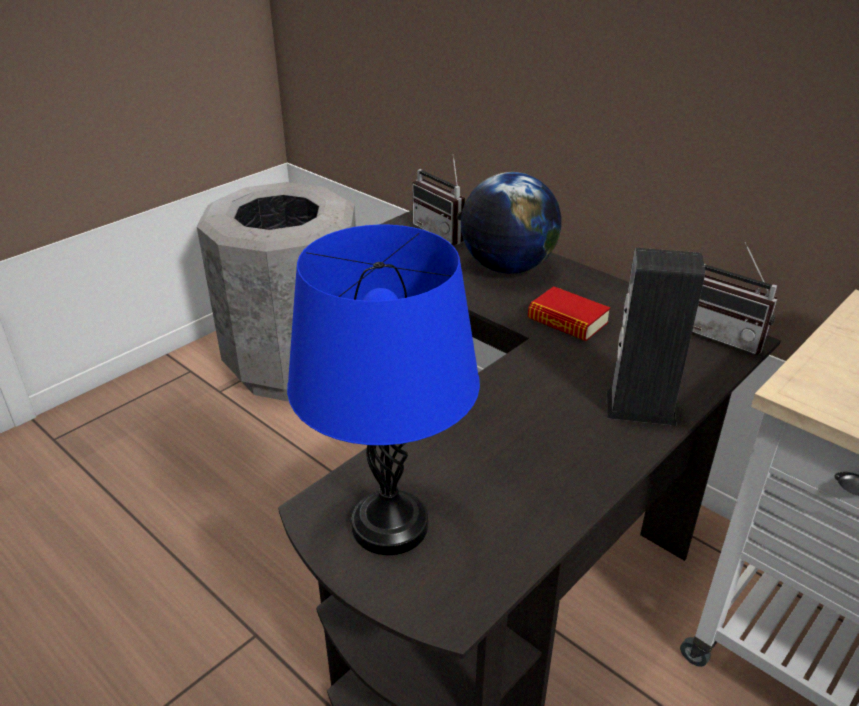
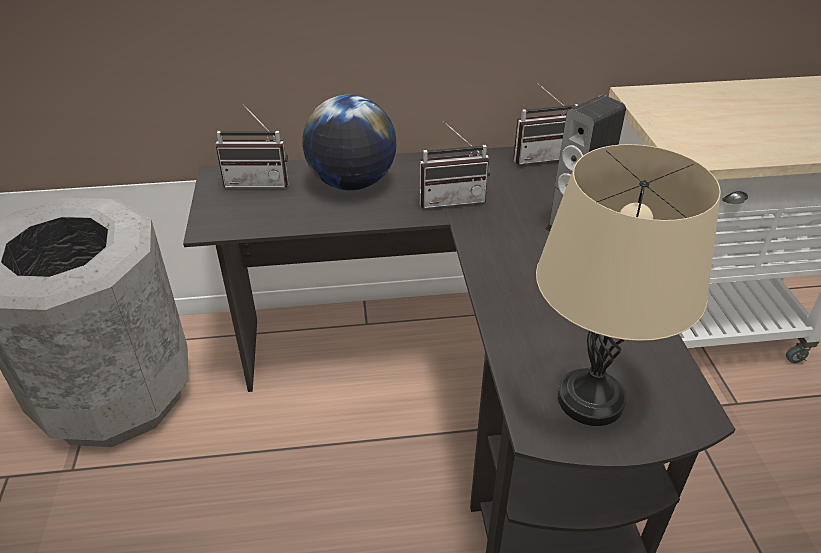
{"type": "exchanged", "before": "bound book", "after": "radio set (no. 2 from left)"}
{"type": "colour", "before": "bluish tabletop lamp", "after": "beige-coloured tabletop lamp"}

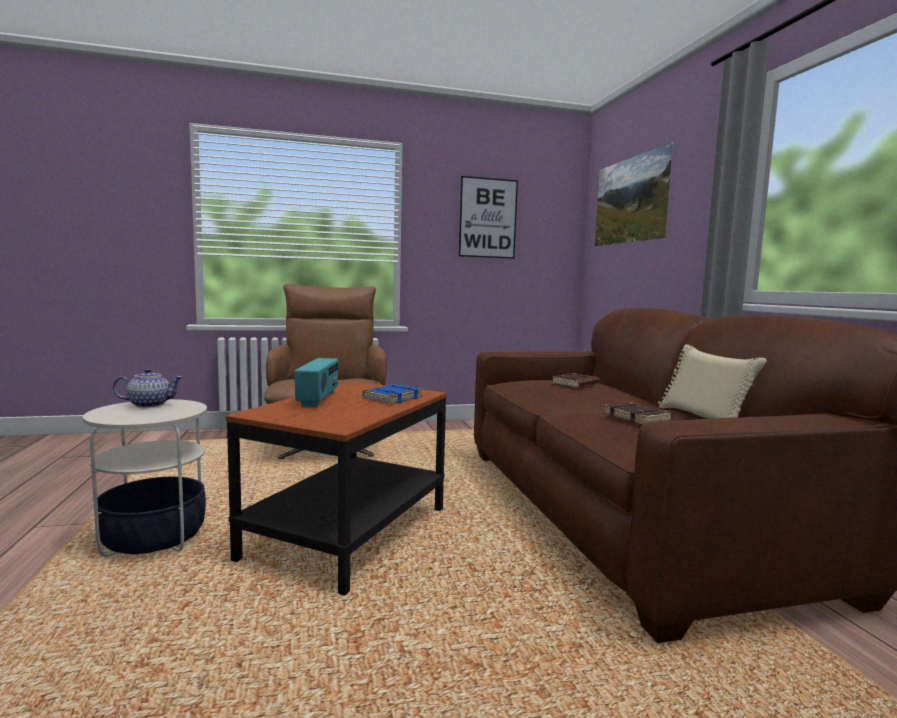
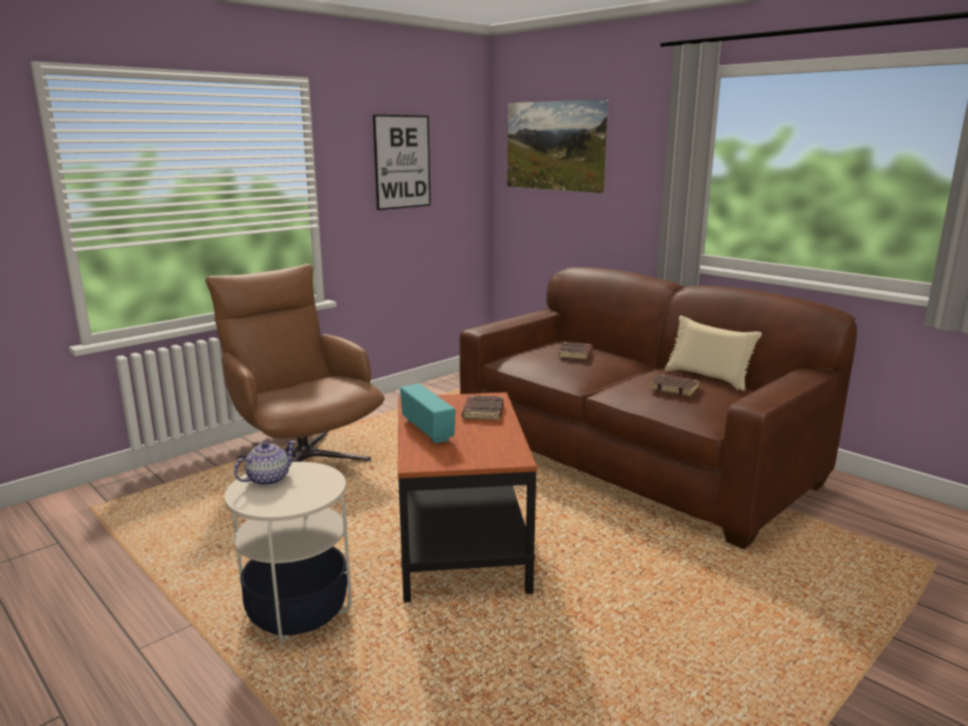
{"type": "colour", "before": "bluish bound book", "after": "brown bound book (no. 1 from left)"}

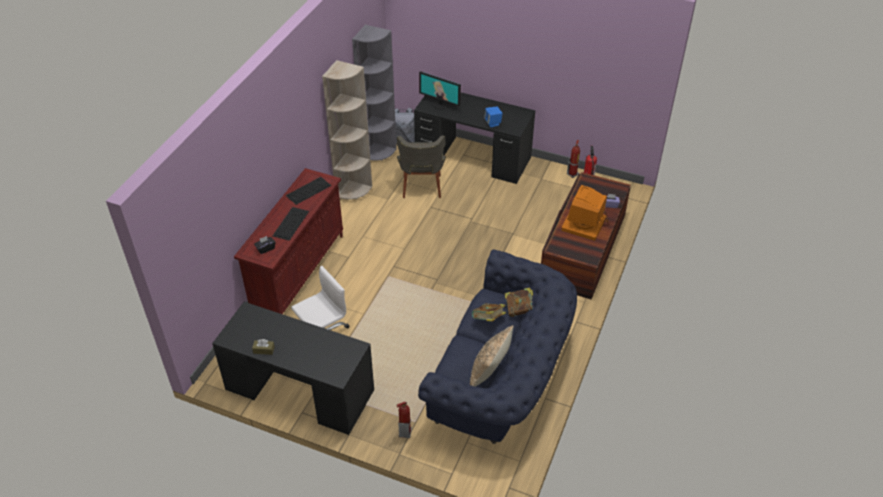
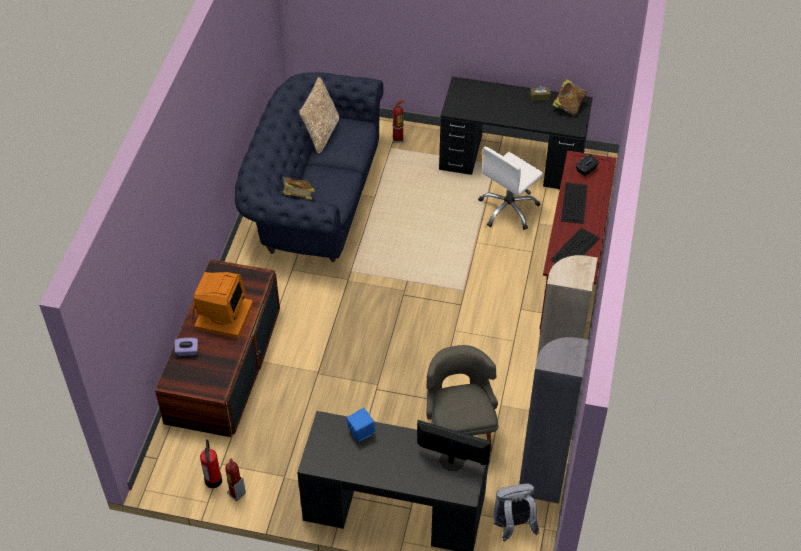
{"type": "relocated", "before": "bound book (no. 1 from left in the first image)", "after": "bound book (no. 2 from left)"}

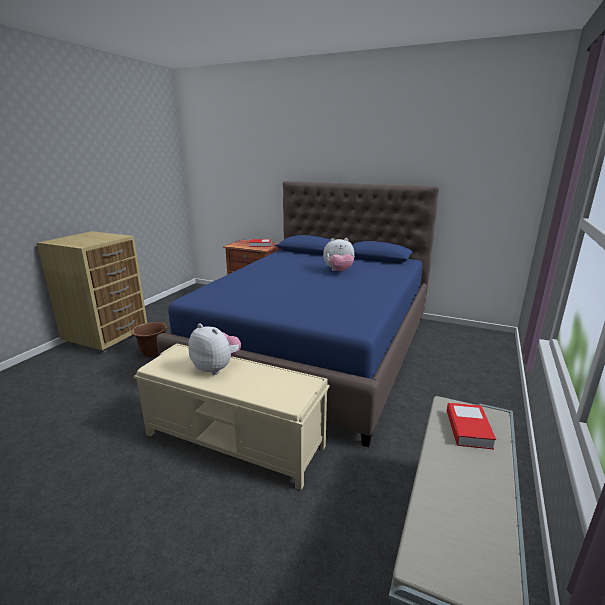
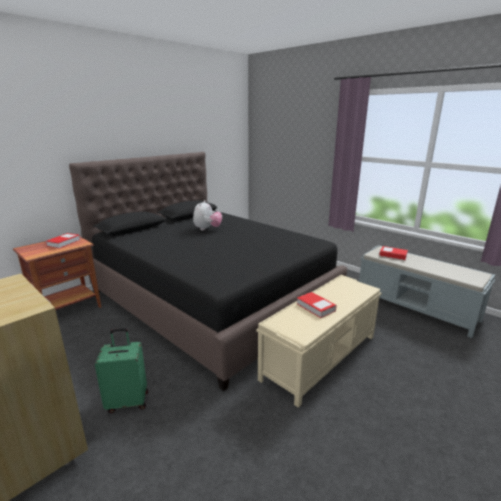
{"type": "exchanged", "before": "brown planter", "after": "greenish travel case"}
{"type": "exchanged", "before": "soft toy (no. 1 from left)", "after": "bound book (no. 2 from left)"}
{"type": "colour", "before": "bluish sleeping bed", "after": "blackish sleeping bed"}

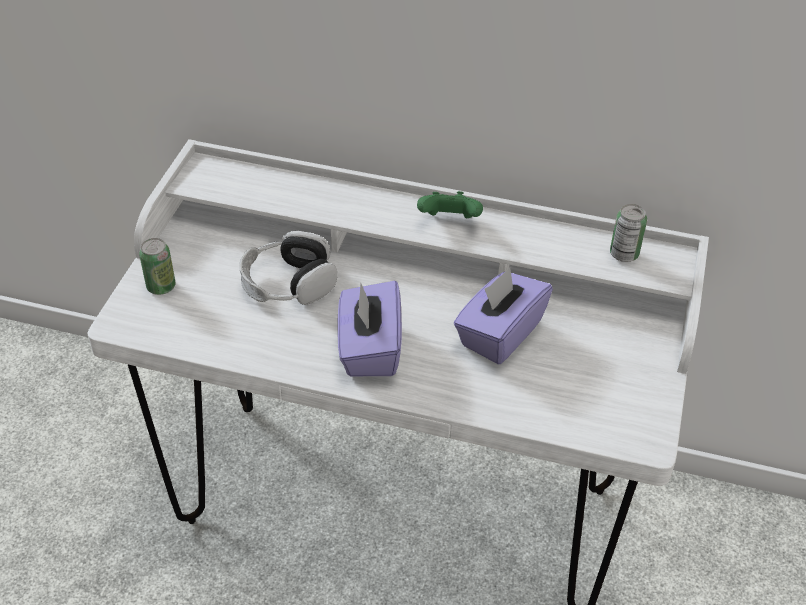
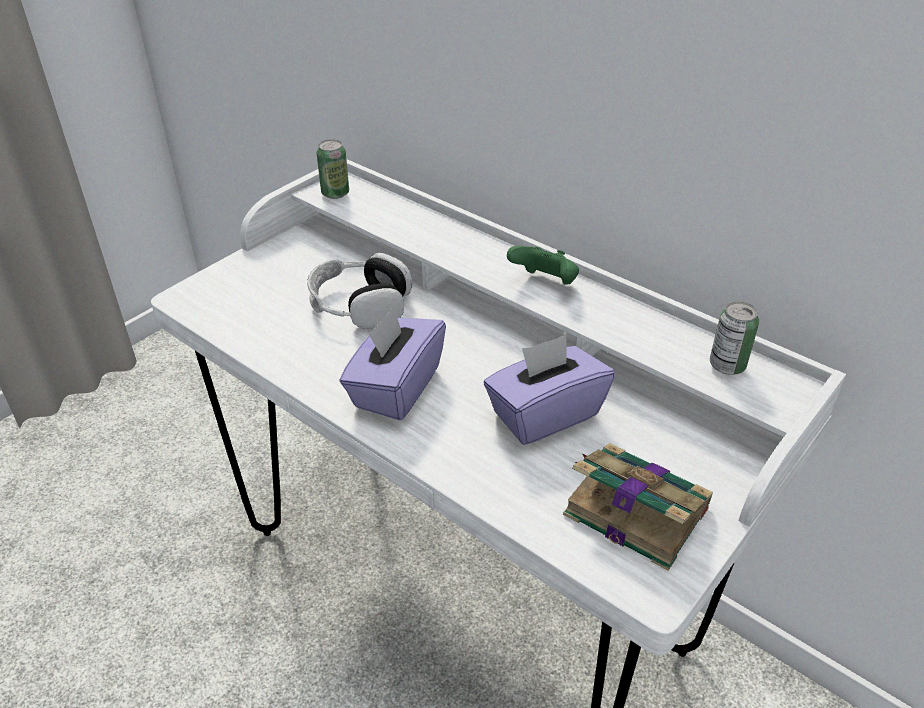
{"type": "appeared", "after": "bound book"}
{"type": "relocated", "before": "metal can (no. 1 from left)"}

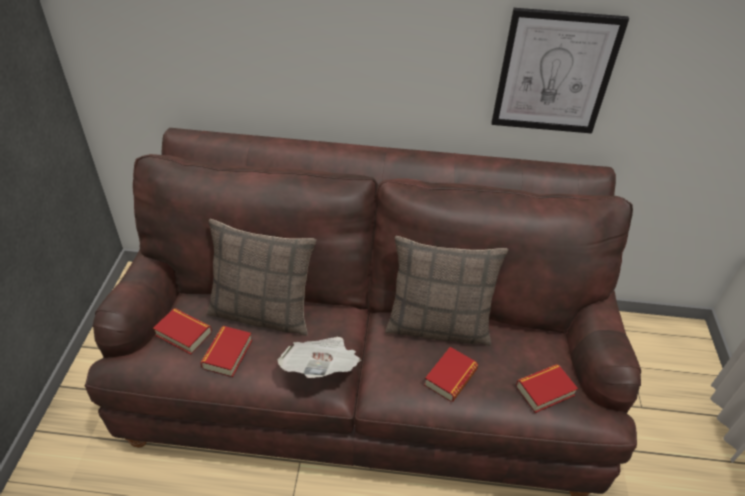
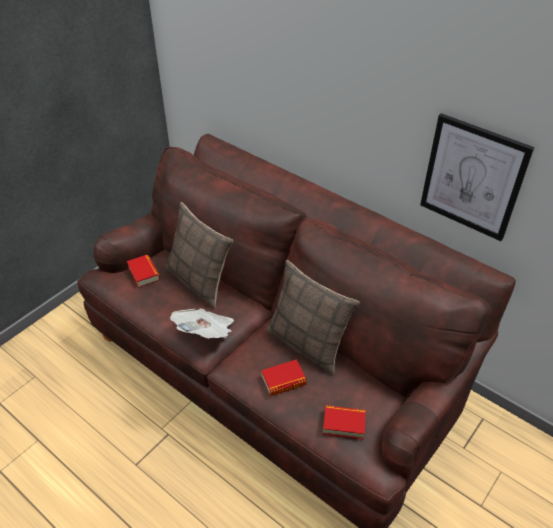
{"type": "missing", "before": "bound book (no. 2 from left)"}

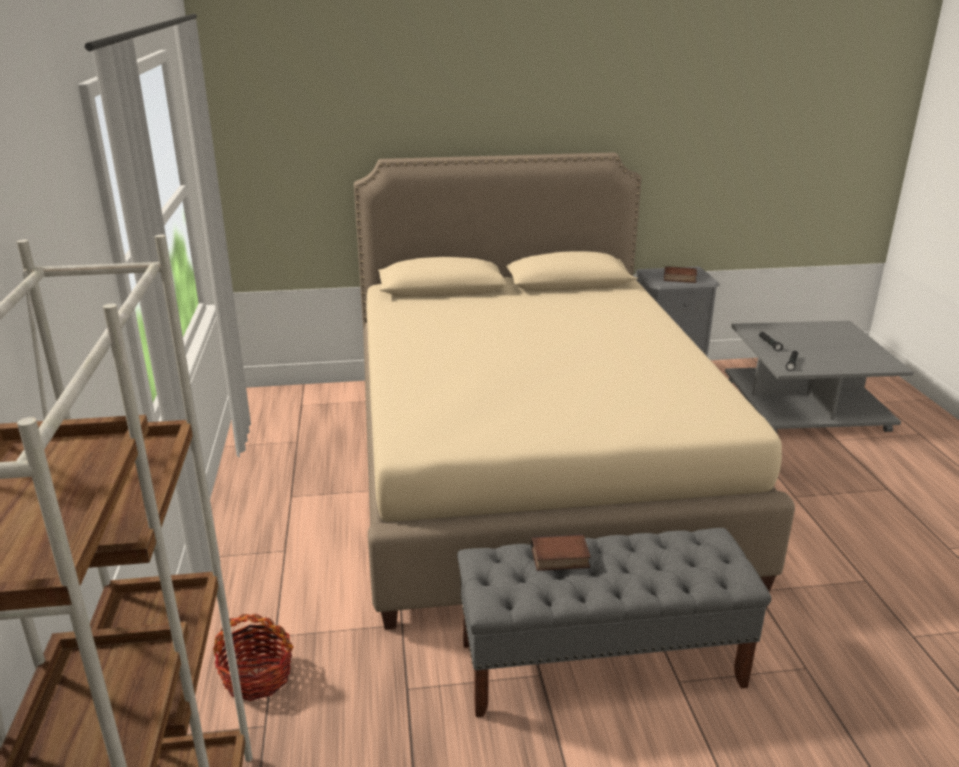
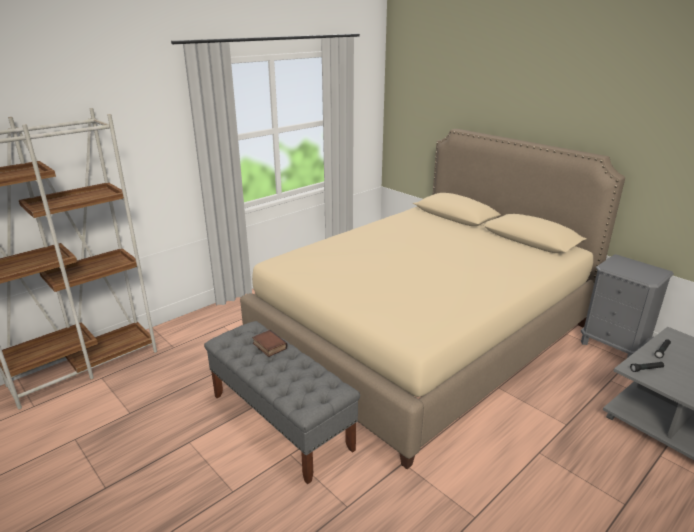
{"type": "missing", "before": "storage basket"}
{"type": "missing", "before": "bound book (no. 2 from left)"}

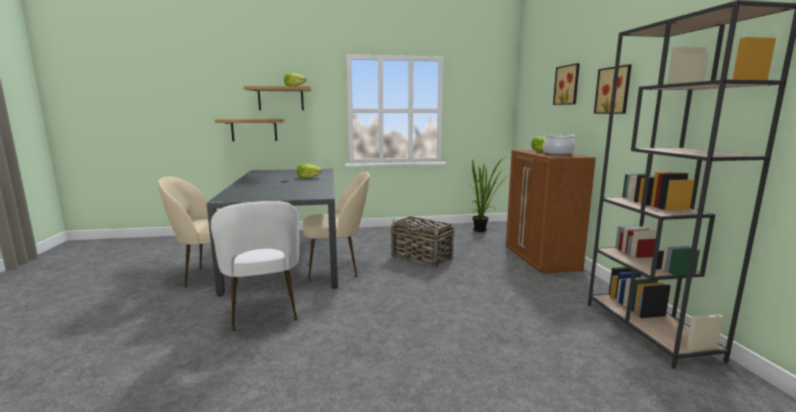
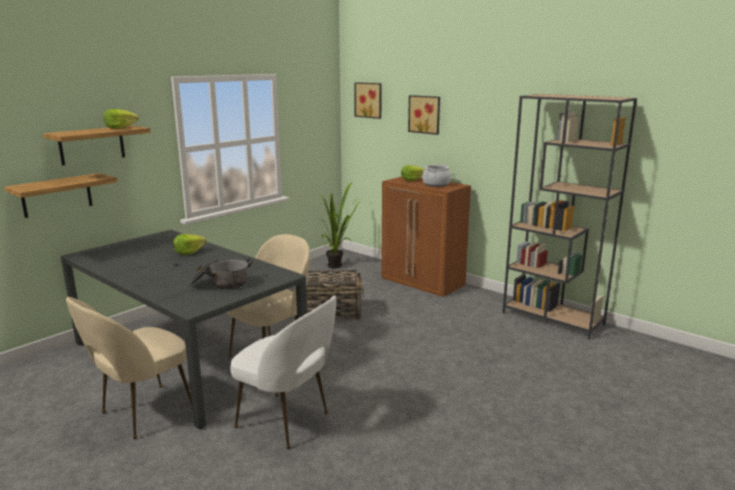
{"type": "appeared", "after": "cooking pot (no. 1 from left)"}
{"type": "relocated", "before": "wall picture (no. 2 from left in the first image)", "after": "wall picture (no. 1 from left)"}

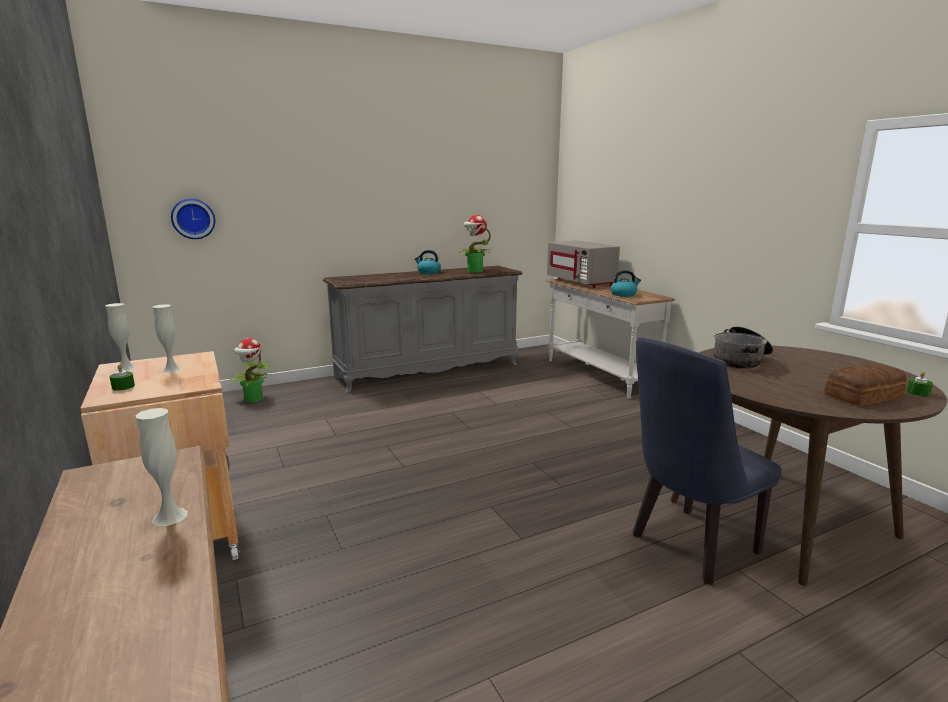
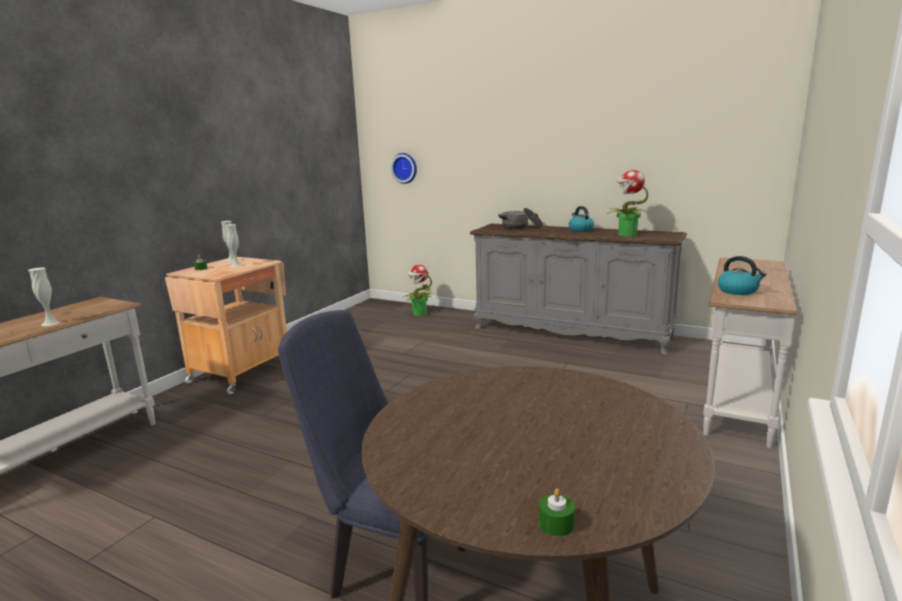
{"type": "missing", "before": "greyish kitchen microwave"}
{"type": "missing", "before": "bakery bread"}
{"type": "relocated", "before": "cooking pot"}

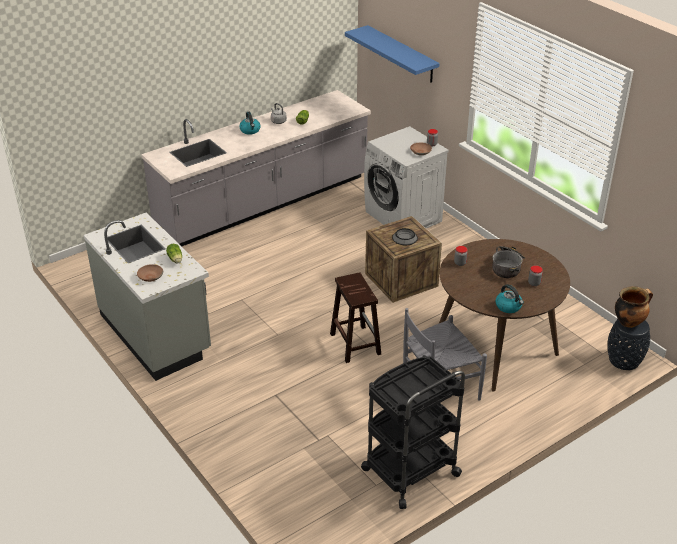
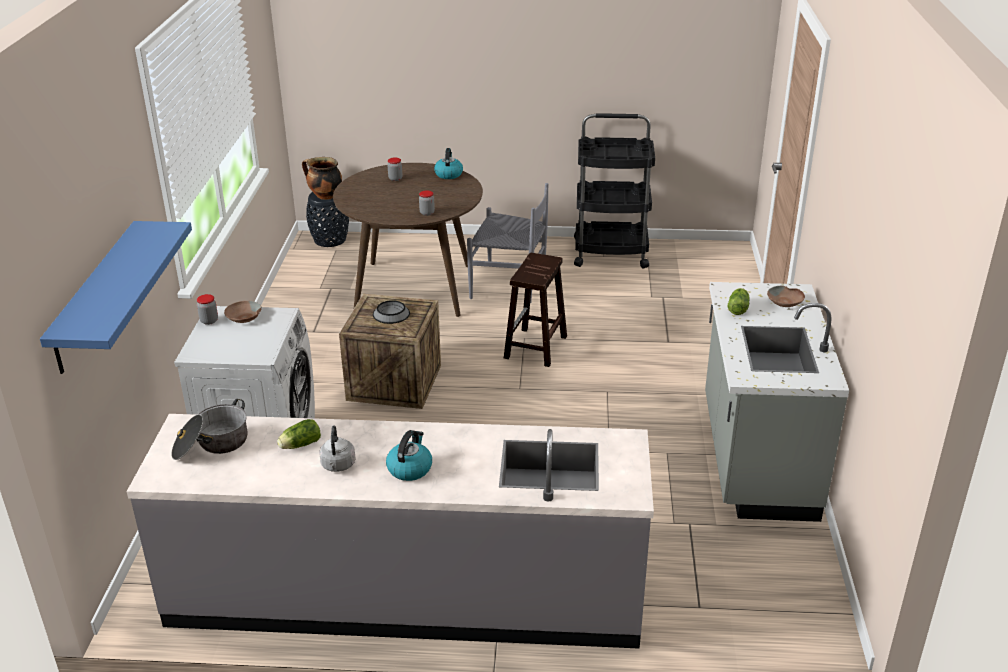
{"type": "relocated", "before": "cooking pot (no. 1 from left)"}

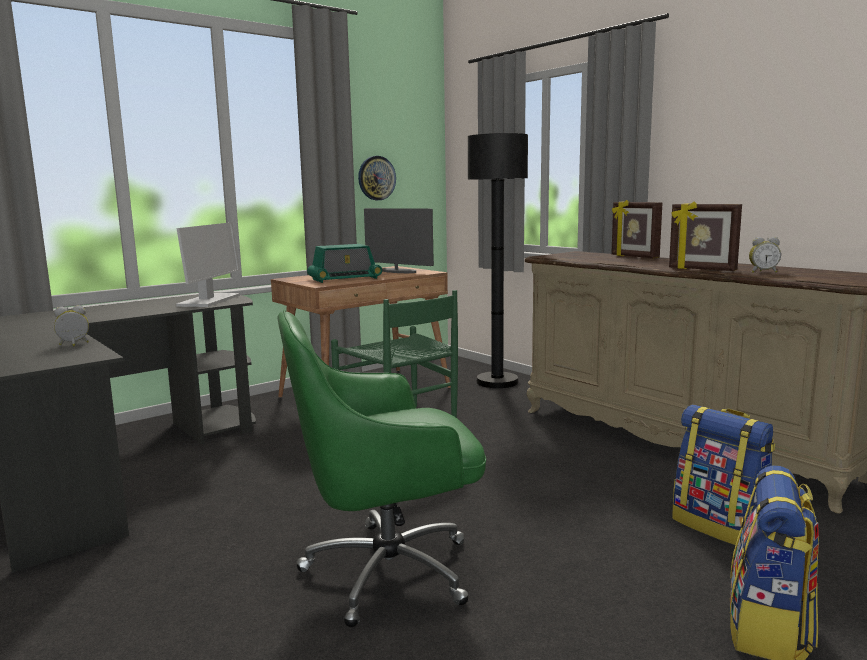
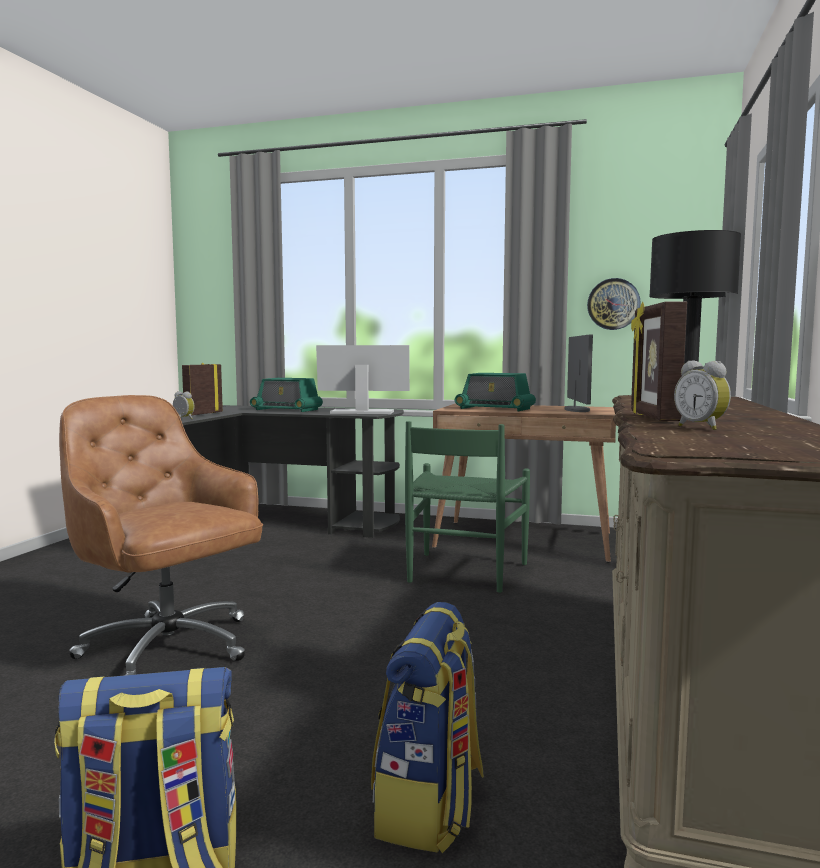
{"type": "appeared", "after": "radio set (no. 1 from left)"}
{"type": "relocated", "before": "photo frame (no. 1 from left)"}
{"type": "colour", "before": "greenish office chair", "after": "brown office chair"}
{"type": "spun", "before": "computer display (no. 1 from left)", "turn": -150}

